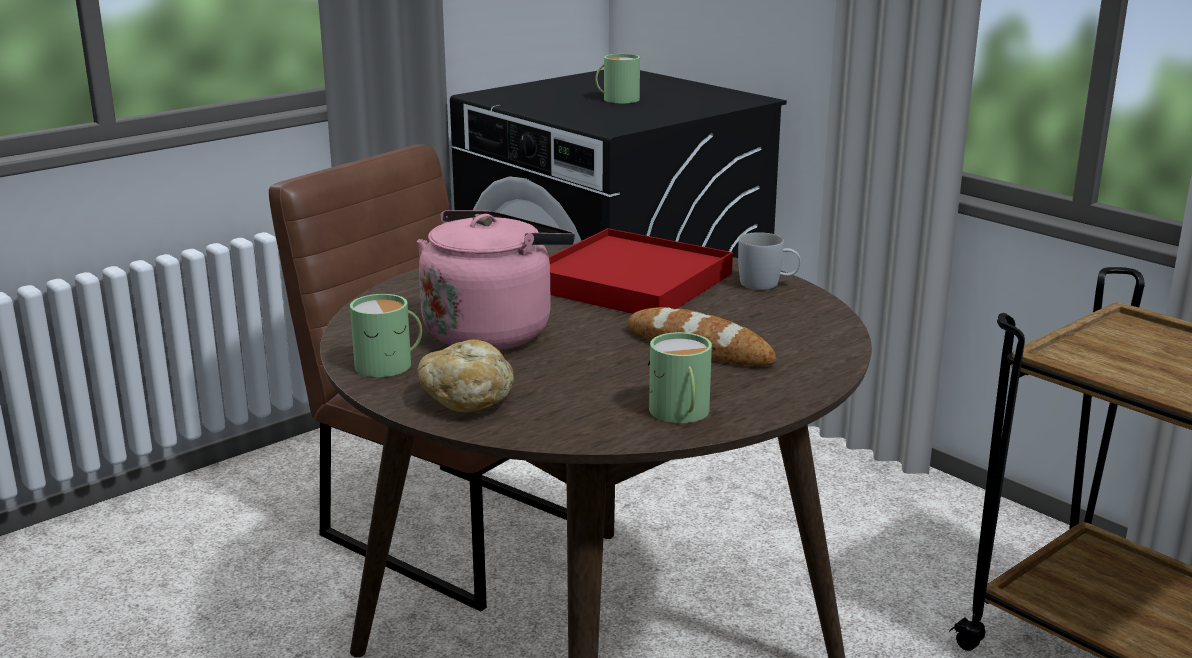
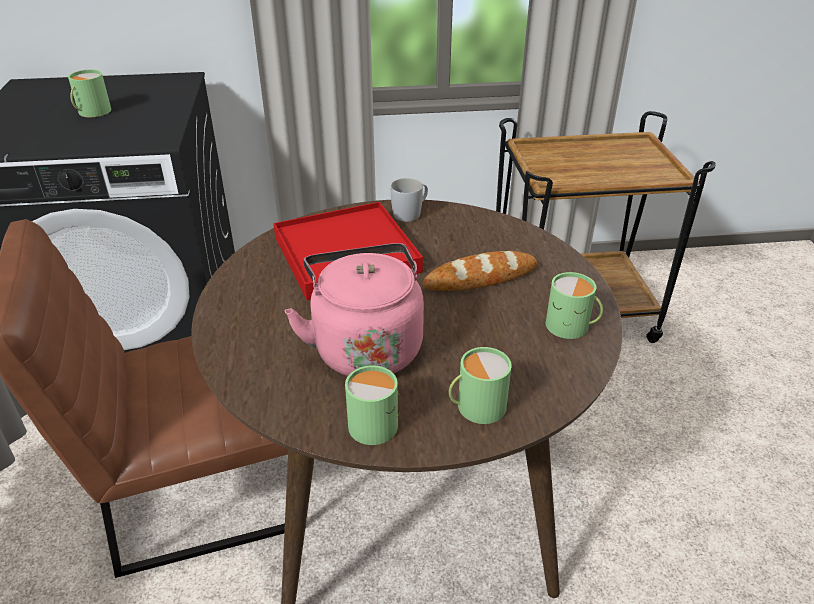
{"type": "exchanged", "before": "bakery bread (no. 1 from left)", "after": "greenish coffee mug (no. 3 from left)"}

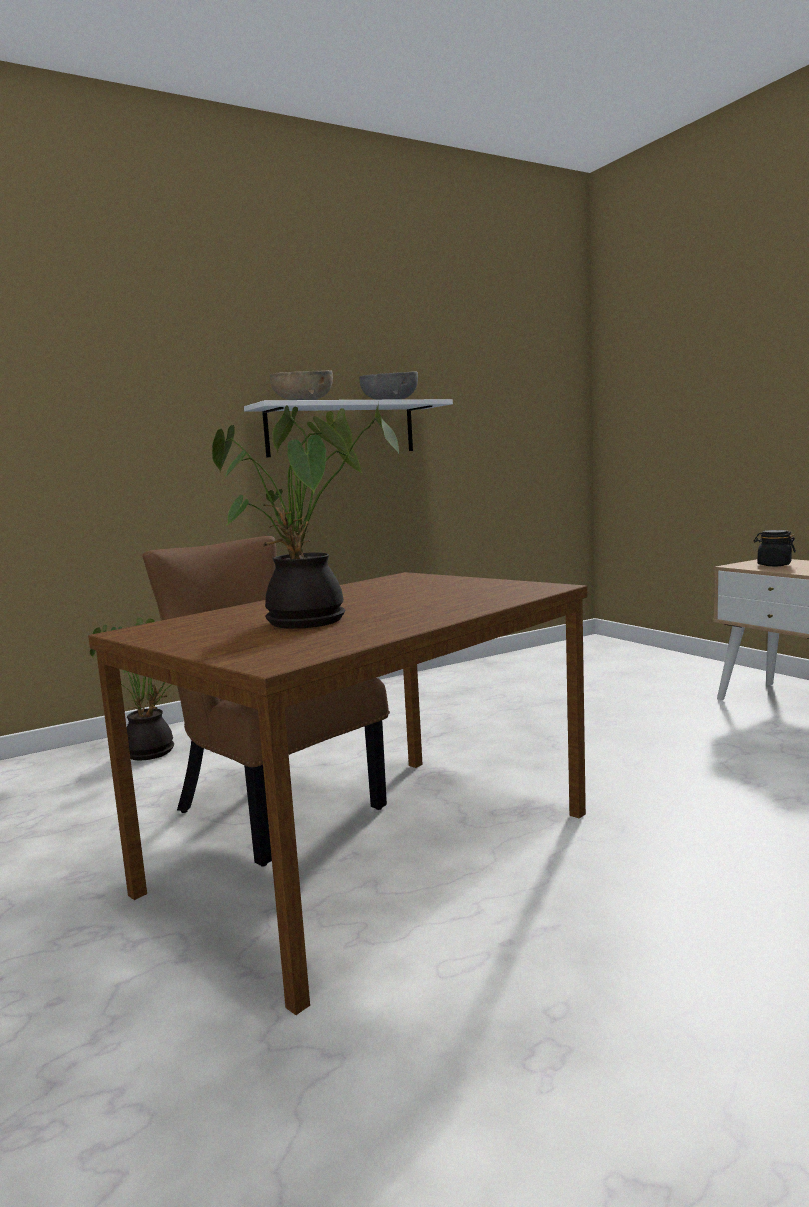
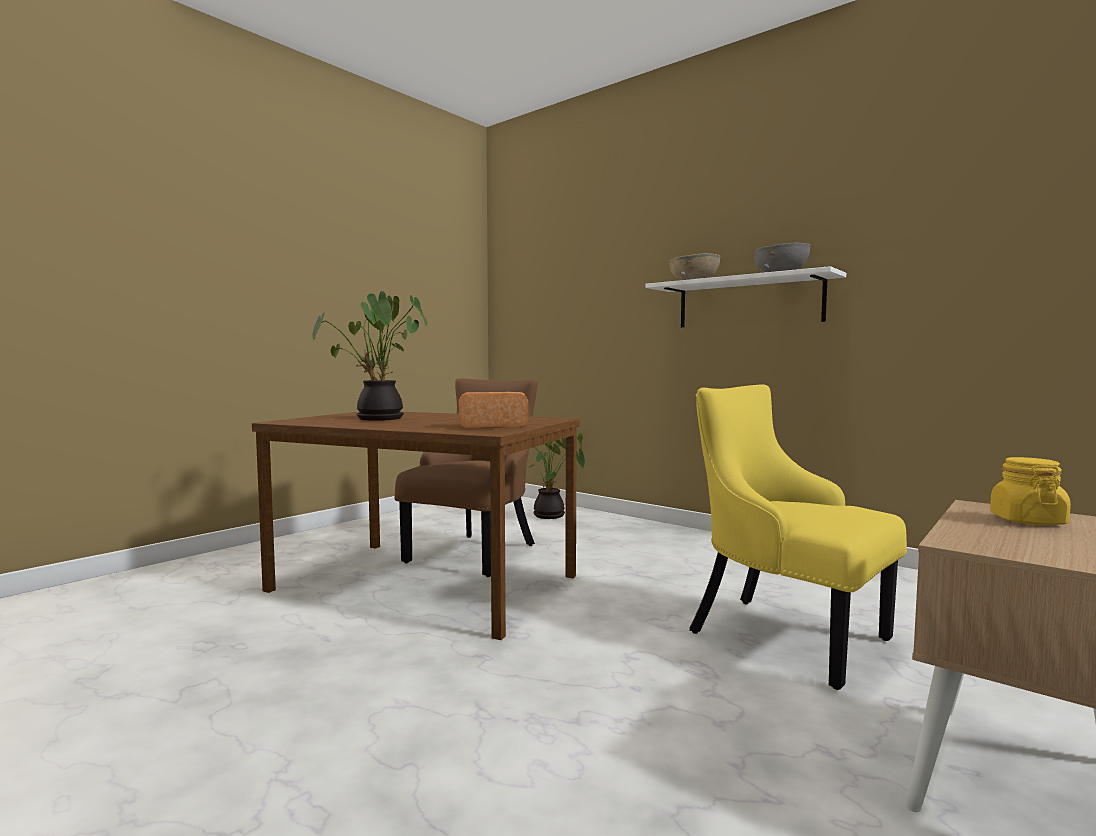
{"type": "appeared", "after": "bakery bread"}
{"type": "appeared", "after": "yellow plain chair"}
{"type": "colour", "before": "blackish storage jar", "after": "yellow storage jar"}

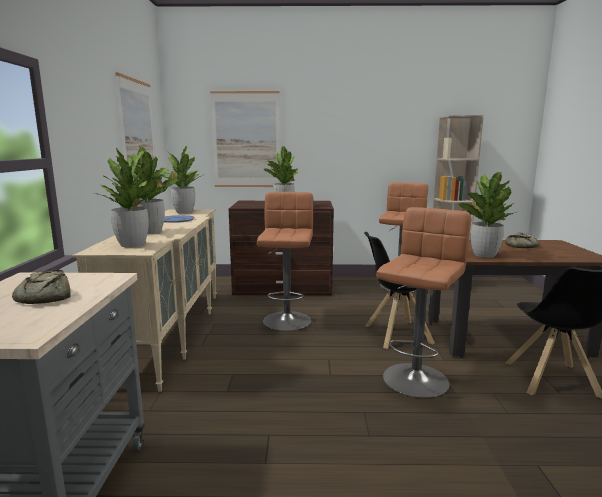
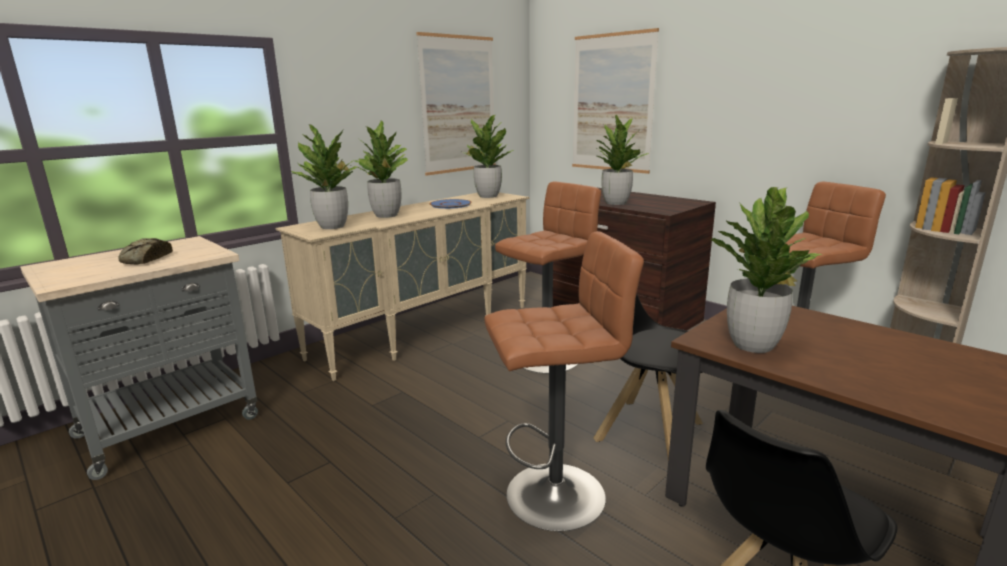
{"type": "missing", "before": "bakery bread (no. 2 from left)"}

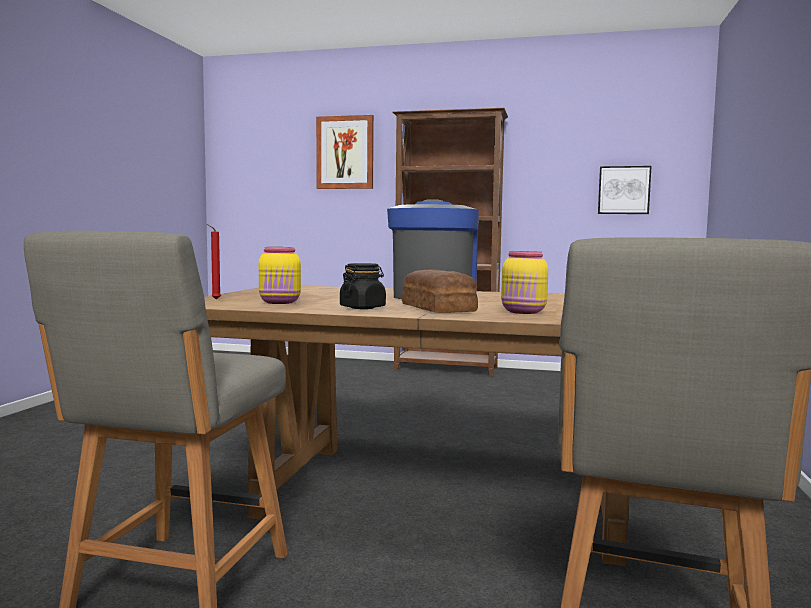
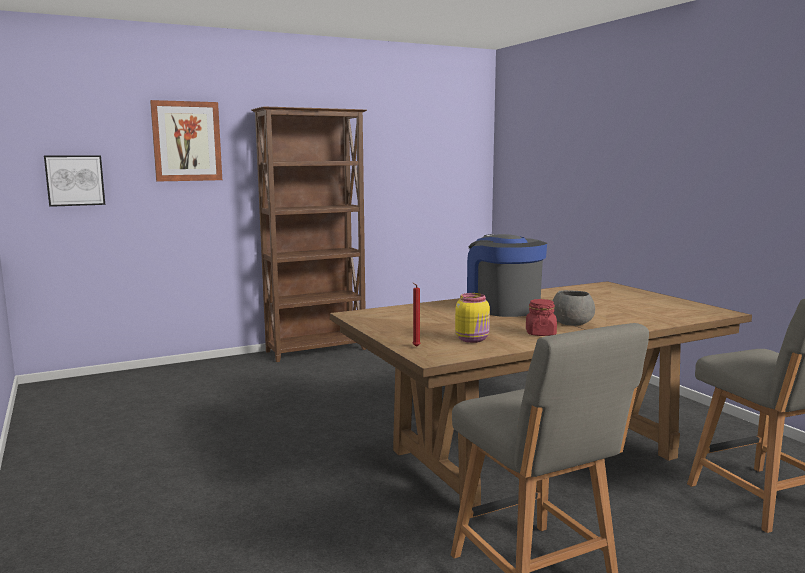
{"type": "missing", "before": "yellow storage jar (no. 2 from left)"}
{"type": "relocated", "before": "wall picture (no. 2 from left in the first image)", "after": "wall picture (no. 1 from left)"}
{"type": "exchanged", "before": "bakery bread", "after": "greyish deep dish"}
{"type": "colour", "before": "blackish storage jar", "after": "red-coloured storage jar"}

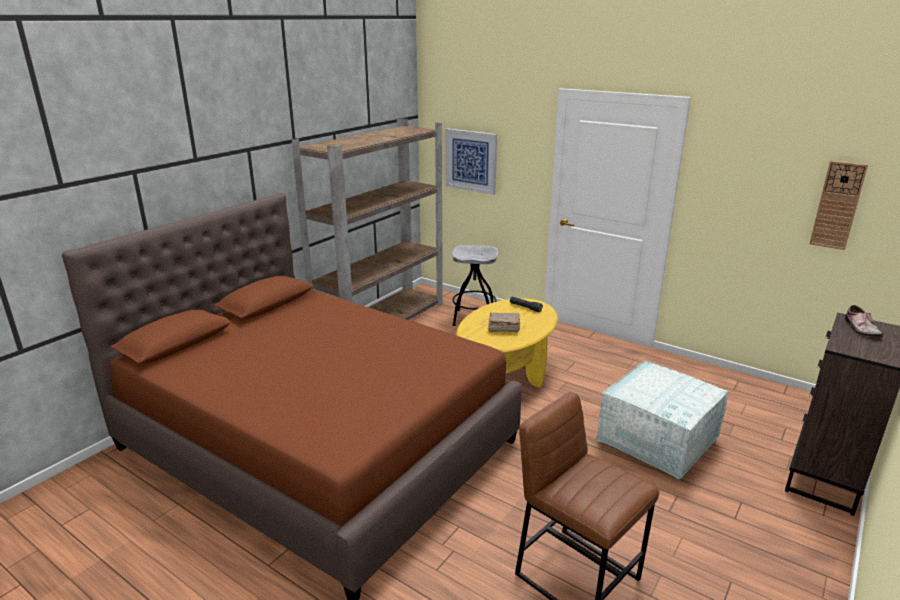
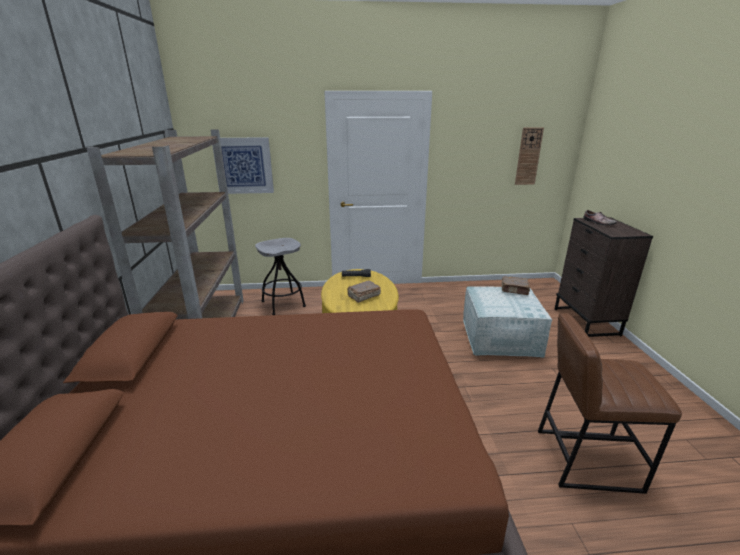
{"type": "appeared", "after": "brown bound book (no. 2 from left)"}

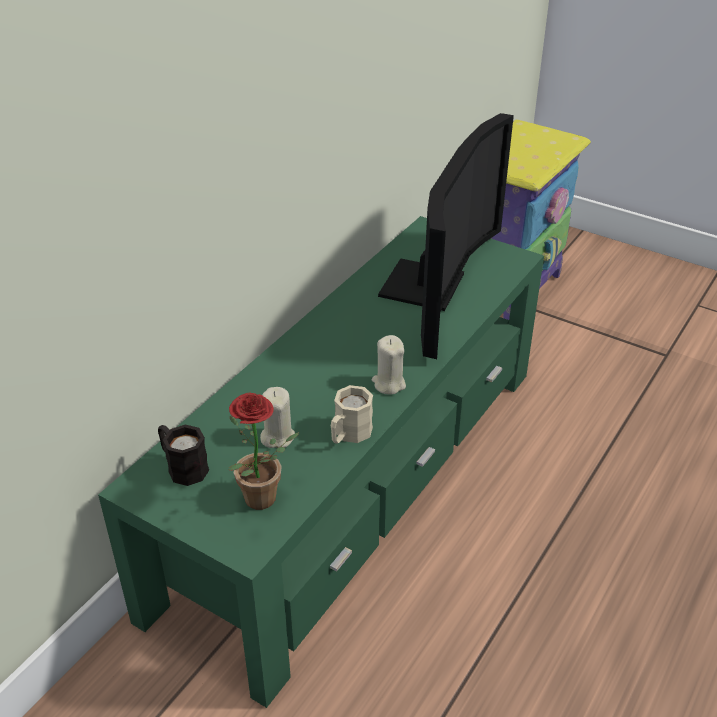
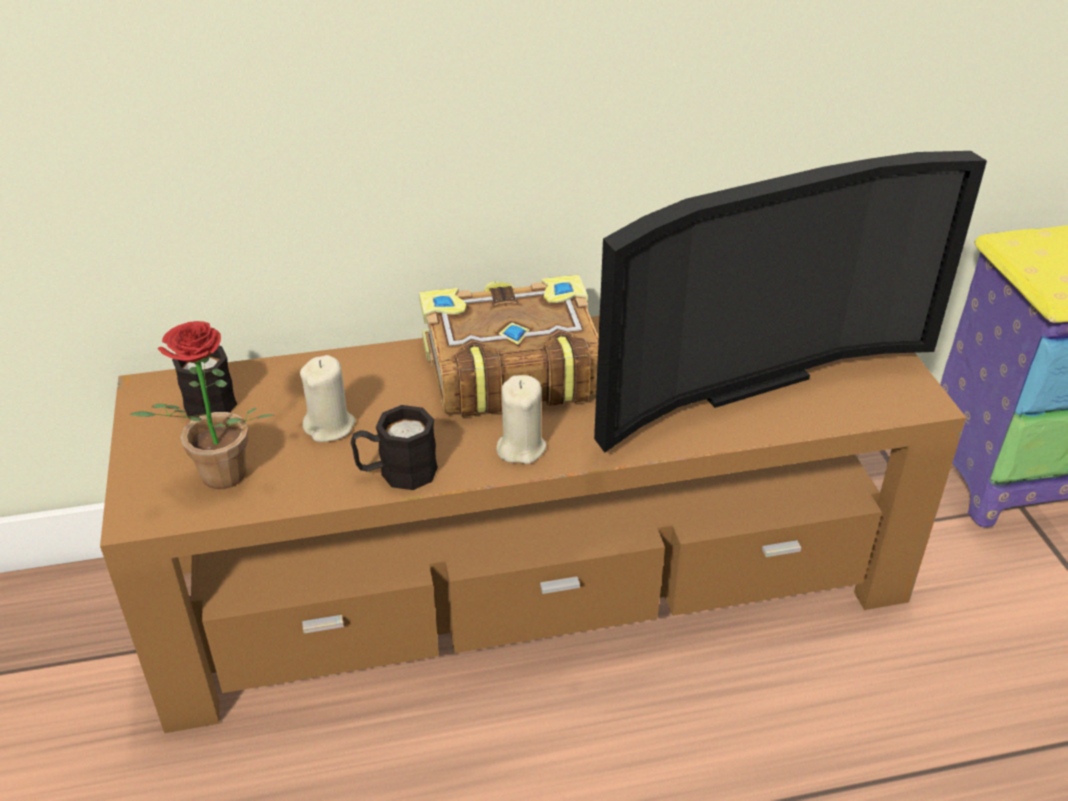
{"type": "appeared", "after": "bound book"}
{"type": "colour", "before": "greenish tv unit", "after": "brown tv unit"}
{"type": "colour", "before": "beige-coloured coffee mug", "after": "blackish coffee mug (no. 2 from left)"}

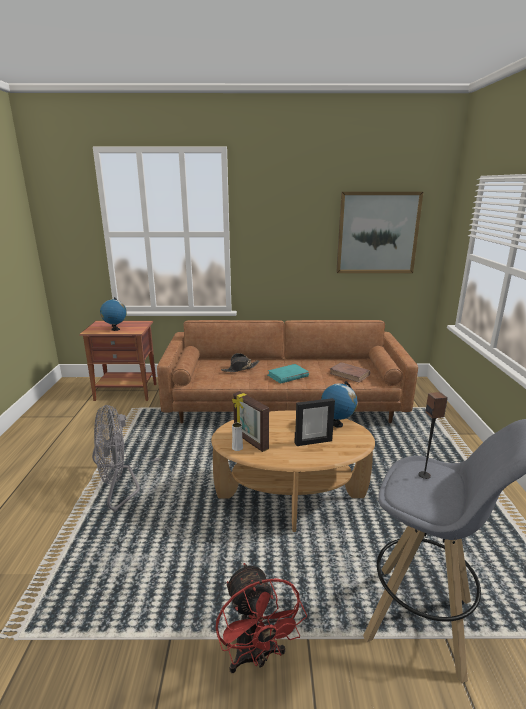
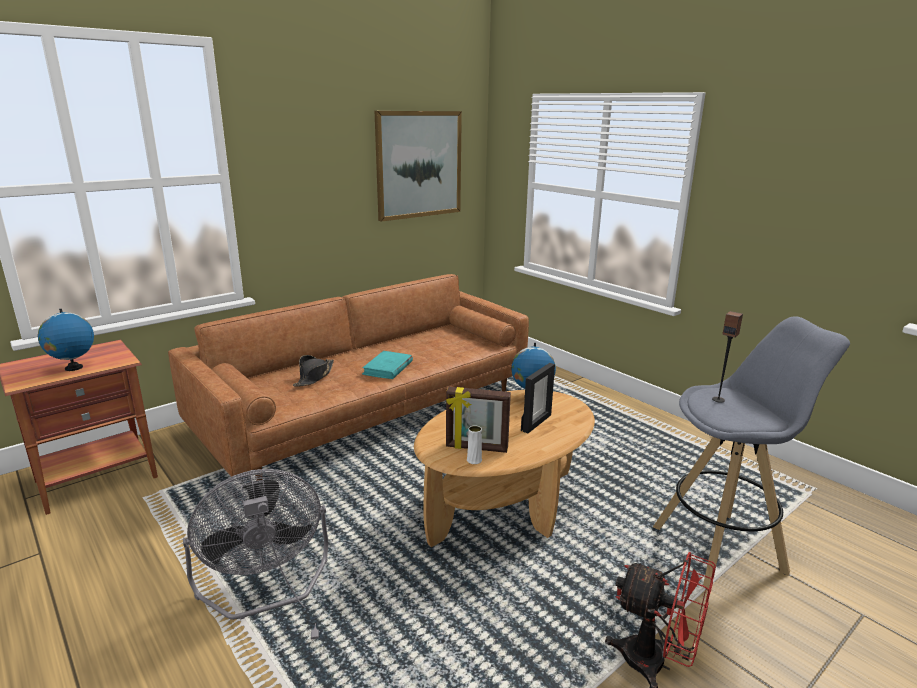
{"type": "missing", "before": "brown bound book"}
{"type": "spun", "before": "greyish fan", "turn": 135}

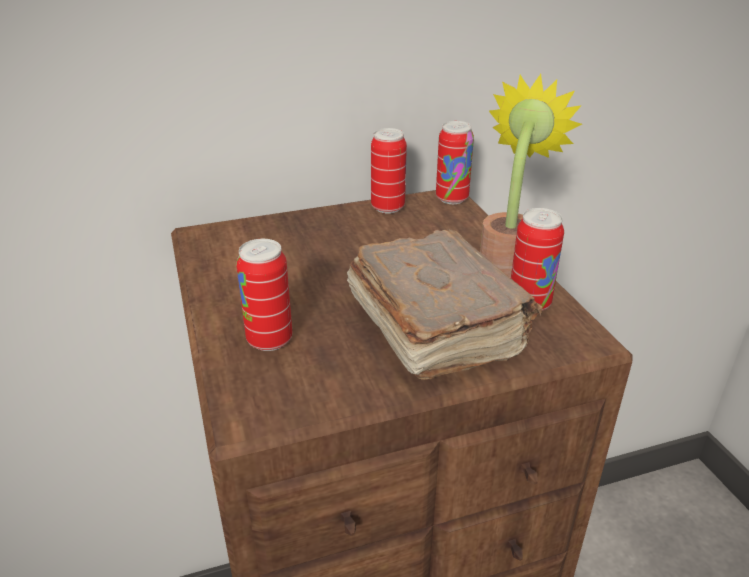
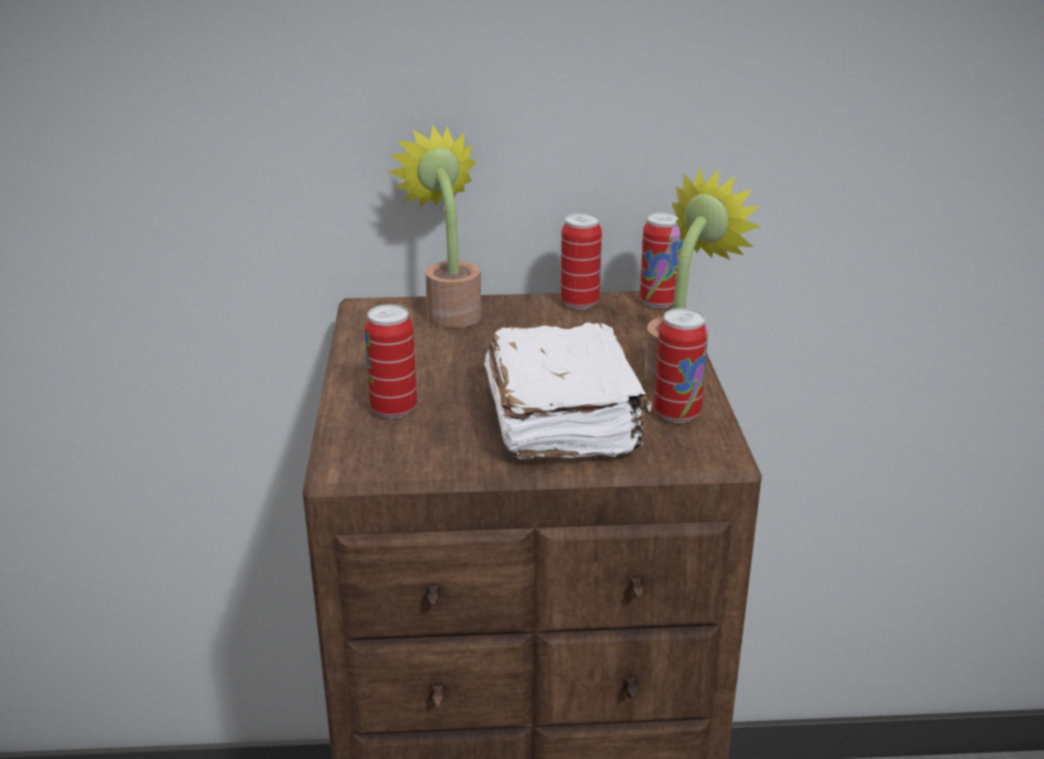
{"type": "appeared", "after": "plant in a pot (no. 1 from left)"}
{"type": "colour", "before": "brown bound book", "after": "whitish bound book"}

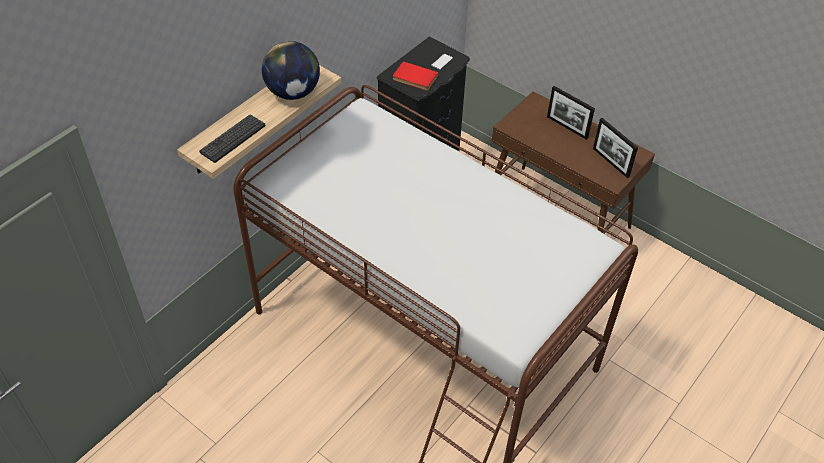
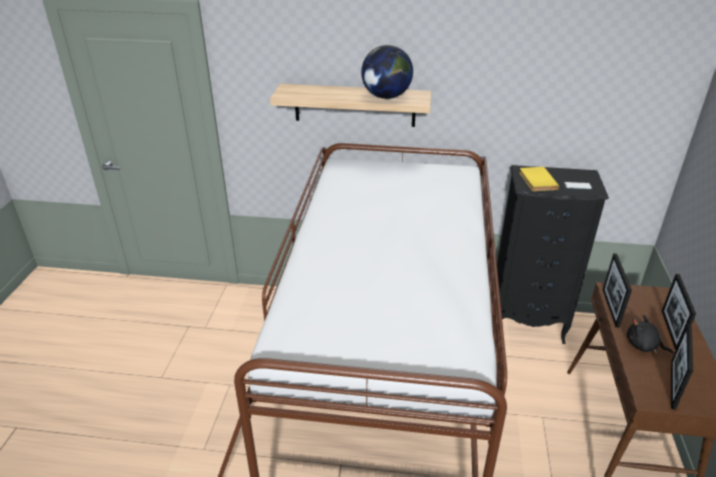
{"type": "missing", "before": "keyboard"}
{"type": "appeared", "after": "photo frame (no. 1 from left)"}
{"type": "appeared", "after": "blackish soft toy"}
{"type": "colour", "before": "red-coloured bound book", "after": "yellow bound book"}

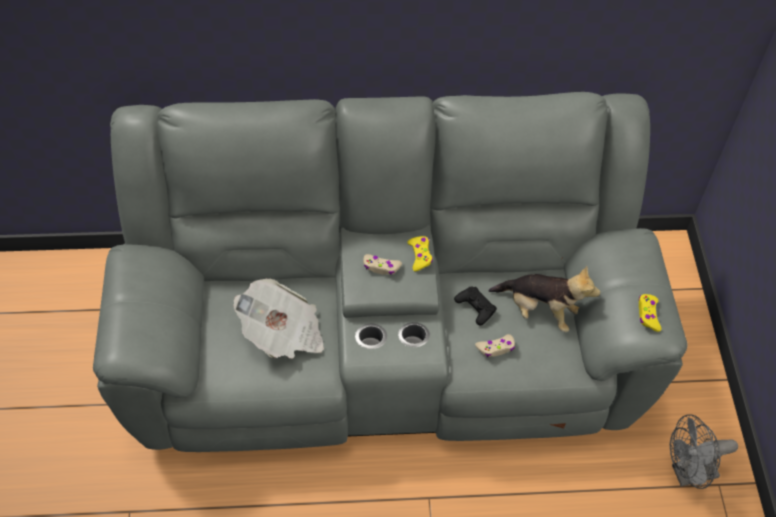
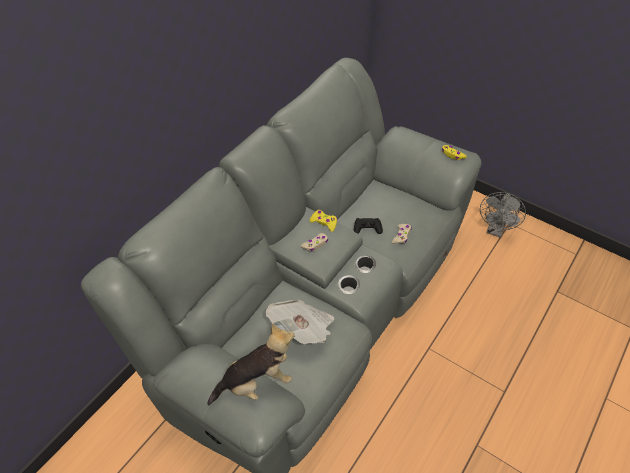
{"type": "relocated", "before": "soft toy"}

